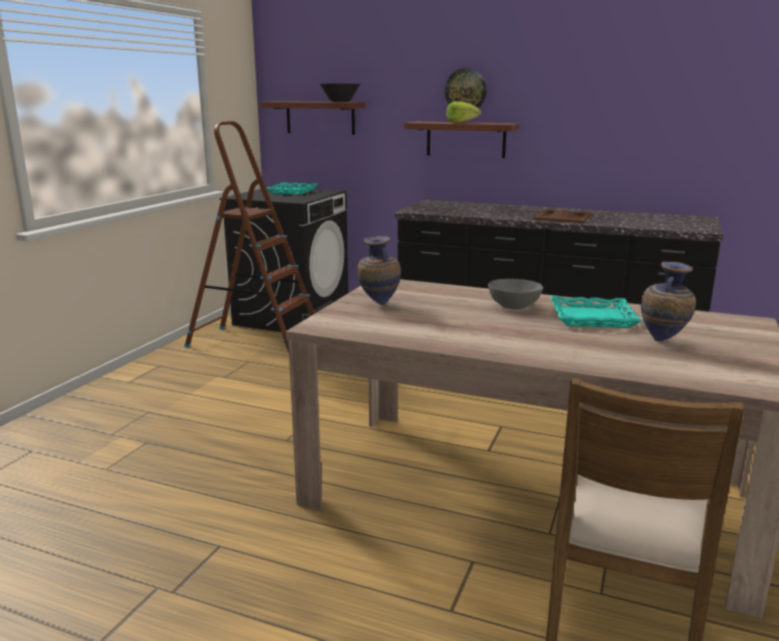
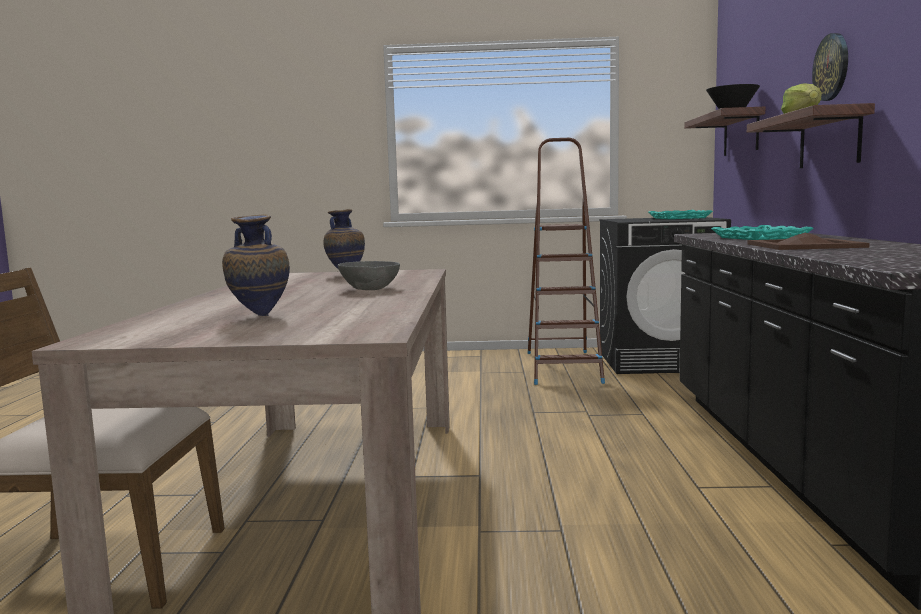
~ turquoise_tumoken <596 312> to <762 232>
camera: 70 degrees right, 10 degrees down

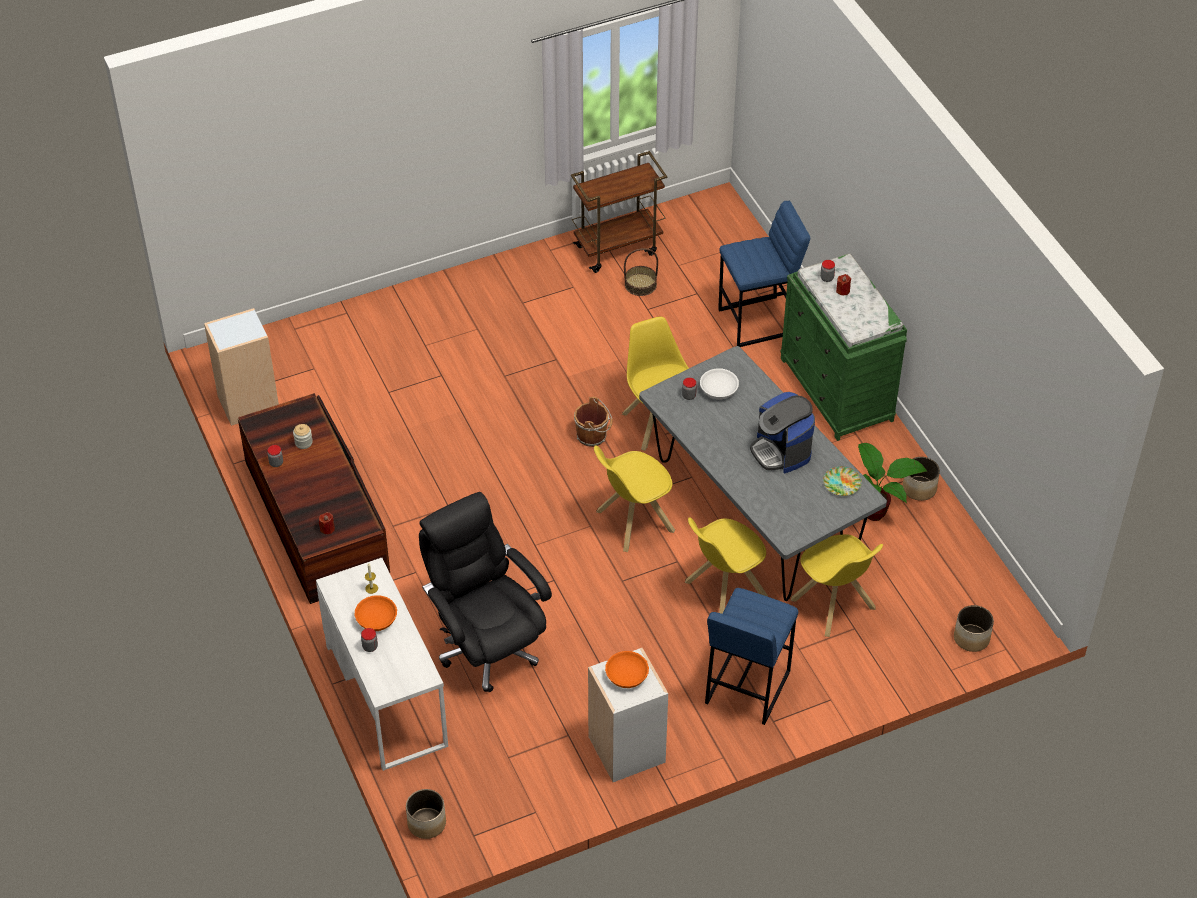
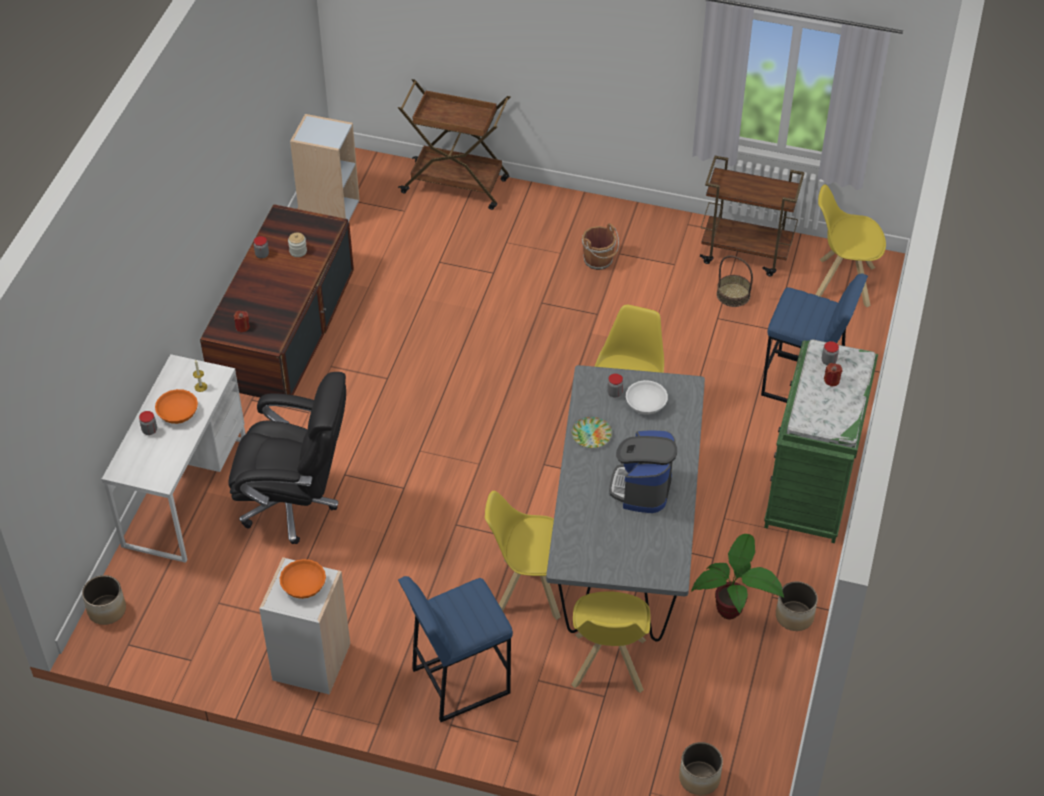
~ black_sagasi <485 592> = <287 458> 90 degrees clockwise
~ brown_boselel <593 422> to <600 246>
~ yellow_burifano <634 499> to <850 246>
~ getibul <842 481> to <592 432>
+ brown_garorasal <454 144>
camera: 40 degrees right, 0 degrees up

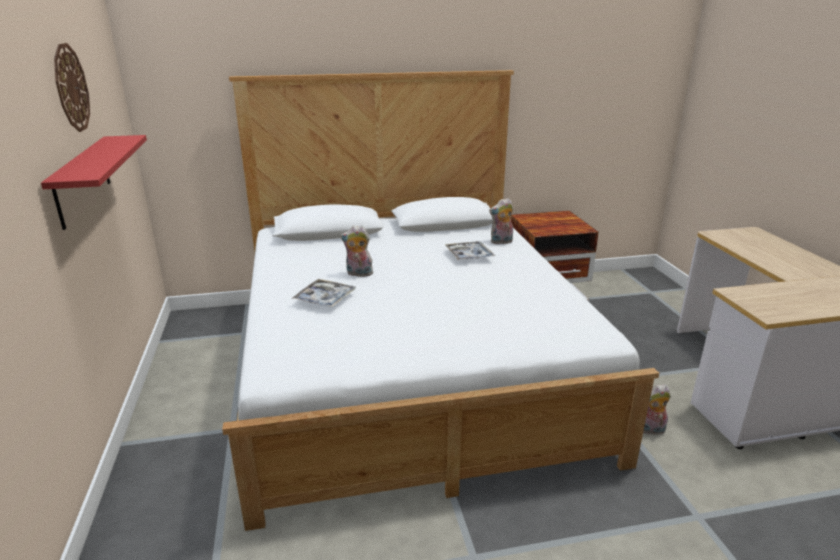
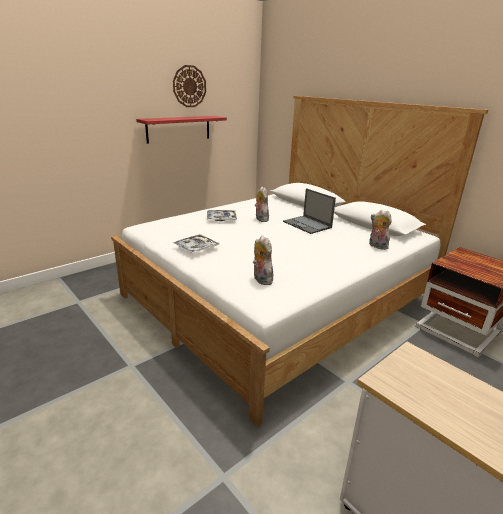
~ tumoken <469 250> to <196 244>
~ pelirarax <657 409> to <263 260>
+ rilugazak <309 211>
camera: 60 degrees right, 0 degrees up

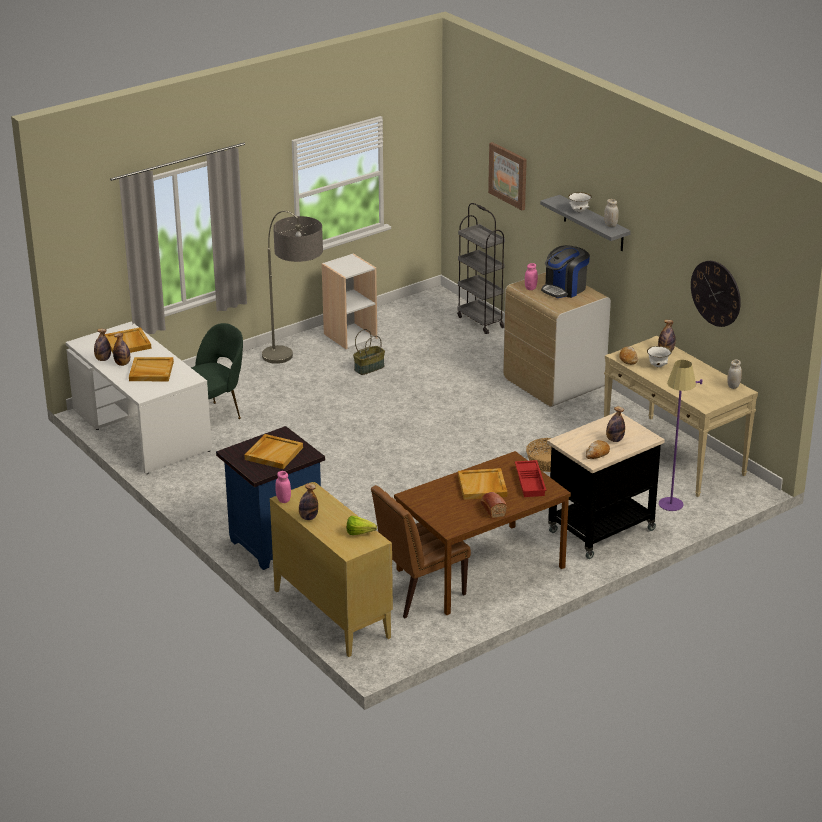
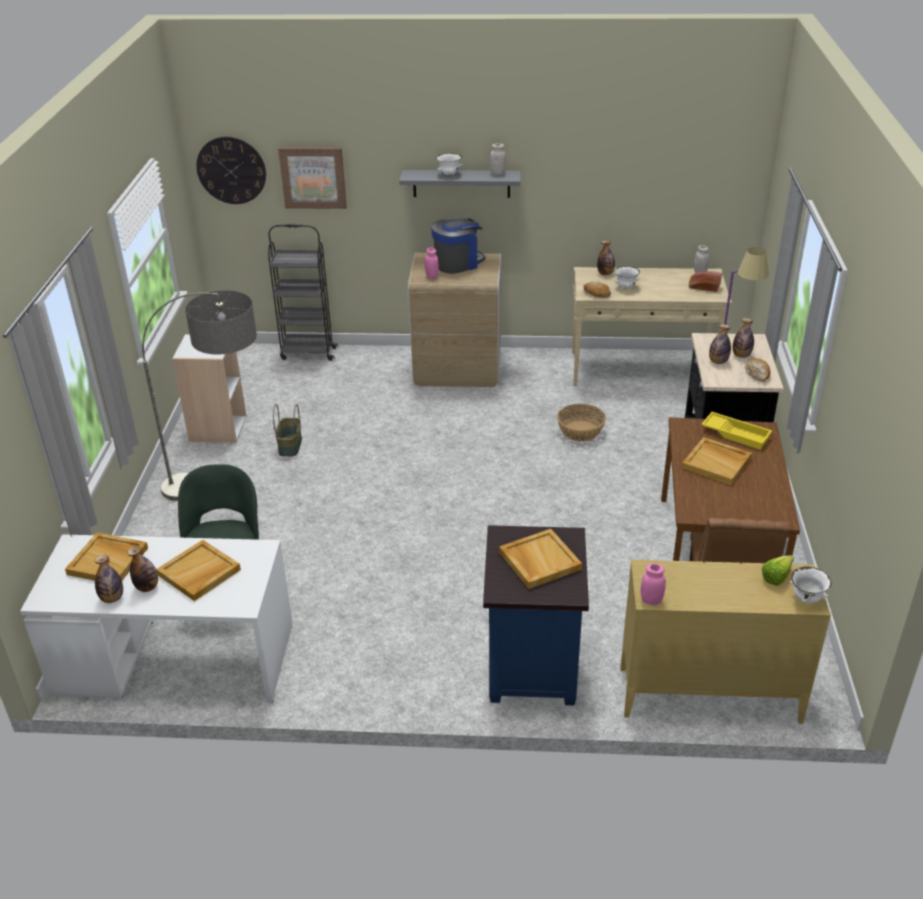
~ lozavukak <308 501> to <720 344>
~ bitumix <494 505> to <705 281>
~ red_tumoken <530 478> to yellow_tumoken <736 431>
~ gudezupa <565 271> = <458 246> 120 degrees counterclockwise
~ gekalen <716 294> to <231 170>
+ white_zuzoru <811 584>
camera: 50 degrees left, 5 degrees up

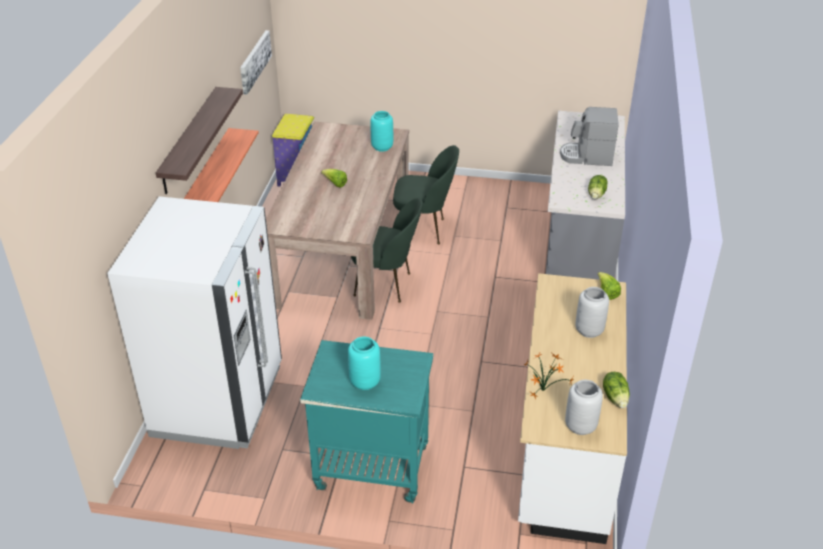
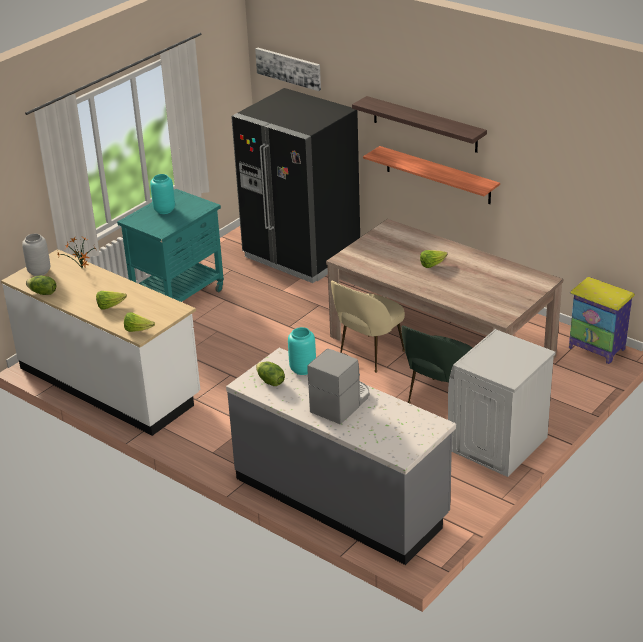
~ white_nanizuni <194 322> to black_nanizuni <295 185>
~ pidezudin <256 62> to <288 69>
~ green_burifano <387 250> to beige_burifano <368 326>
~ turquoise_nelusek <381 131> to <302 351>
~ grey_nelusek <592 312> to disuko <111 300>
+ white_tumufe <501 403>
camera: 120 degrees right, 5 degrees down

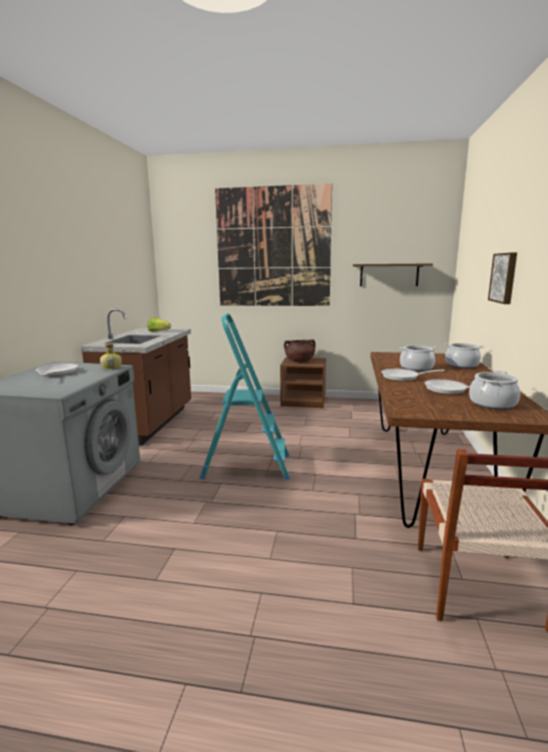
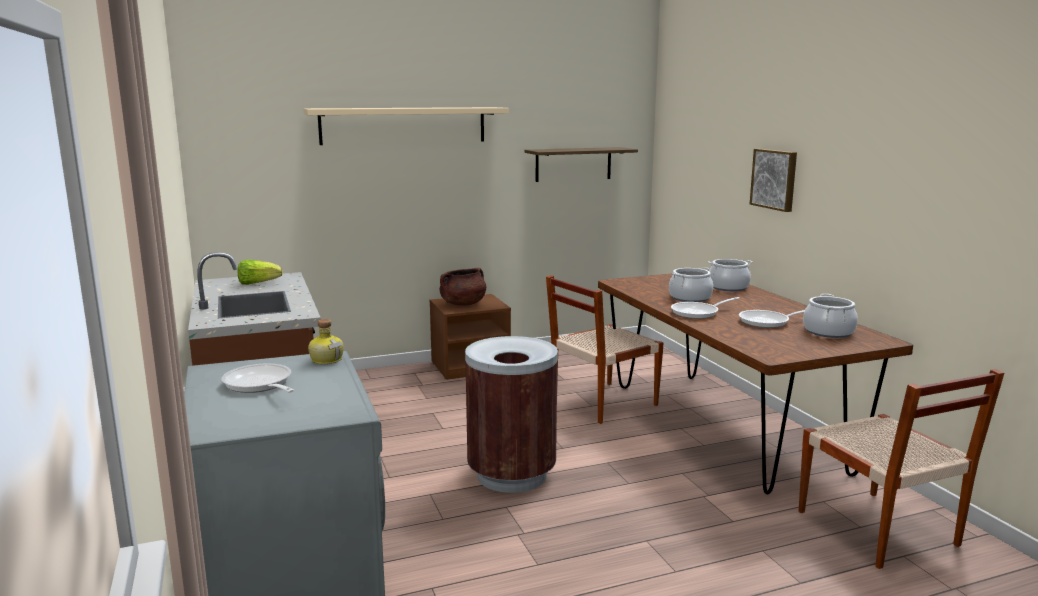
~ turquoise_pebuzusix <244 396> to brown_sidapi <511 414>
~ pidezudin <273 245> to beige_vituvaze <406 126>
+ burifano <604 349>
camera: 30 degrees left, 0 degrees up

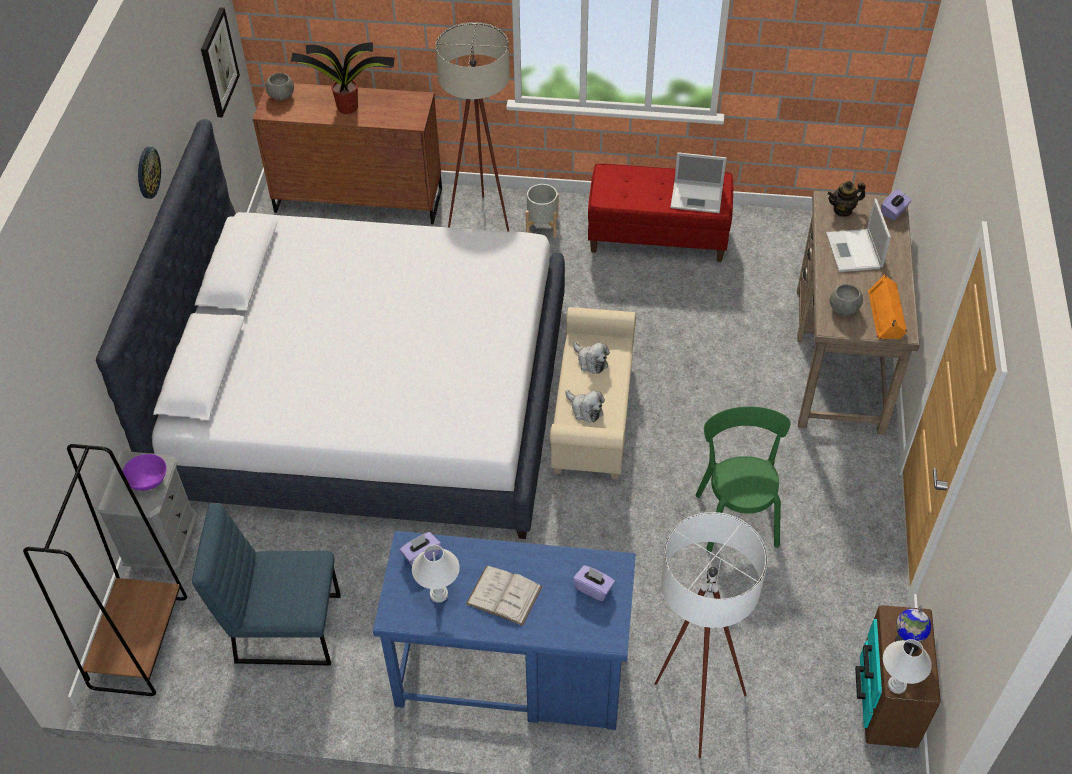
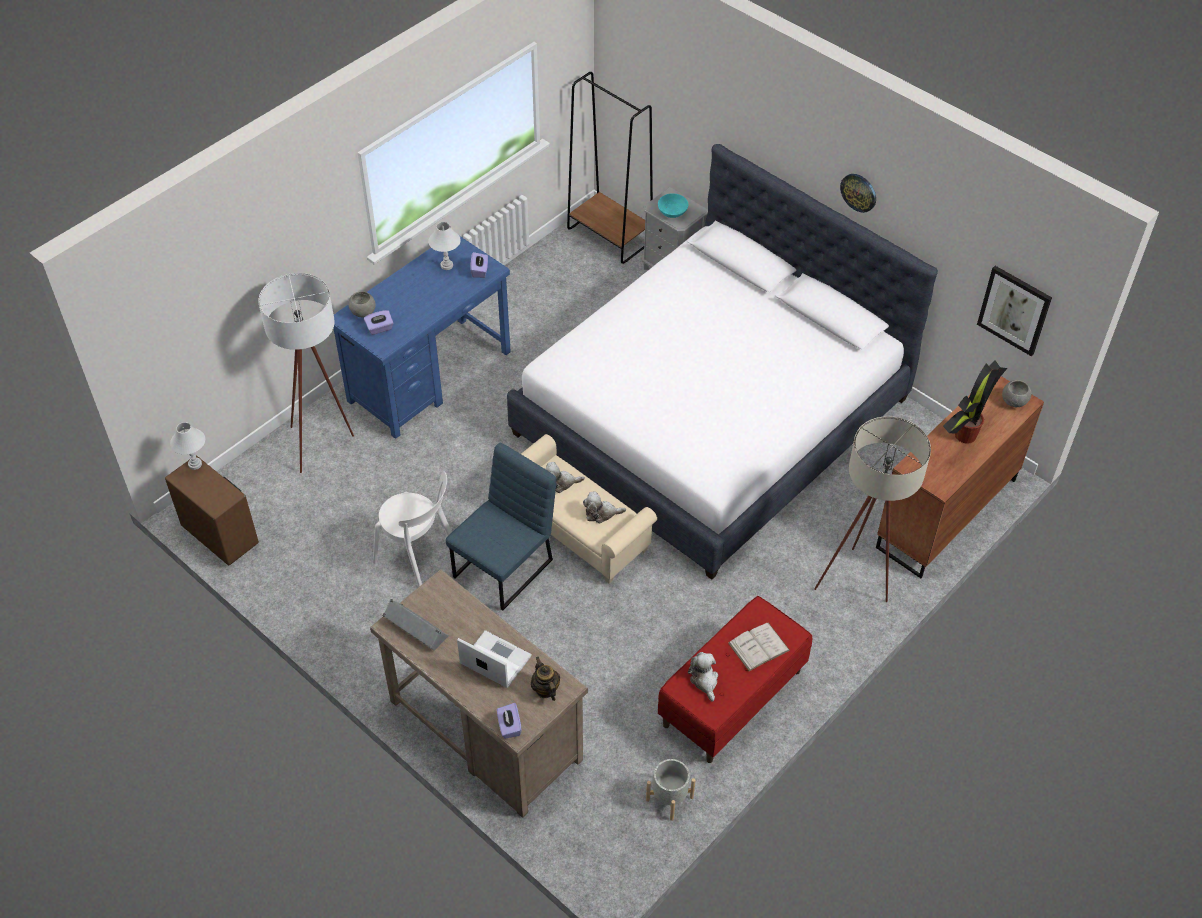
~ purple_zuzoru <144 472> to turquoise_zuzoru <673 206>
~ blue_burifano <266 584> to <501 526>
~ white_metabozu <504 596> to <759 646>
~ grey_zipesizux <542 211> to <671 790>
~ rilugazak <698 182> to pelirarax <703 677>
~ green_burifano <743 479> to white_burifano <412 529>
~ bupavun <847 199> = <545 679> 45 degrees counterclockwise
~ grey_zuzoru <846 299> to <362 304>
~ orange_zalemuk <887 306> to grey_zalemuk <416 625>
- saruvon <913 629>
camera: 125 degrees right, 0 degrees up

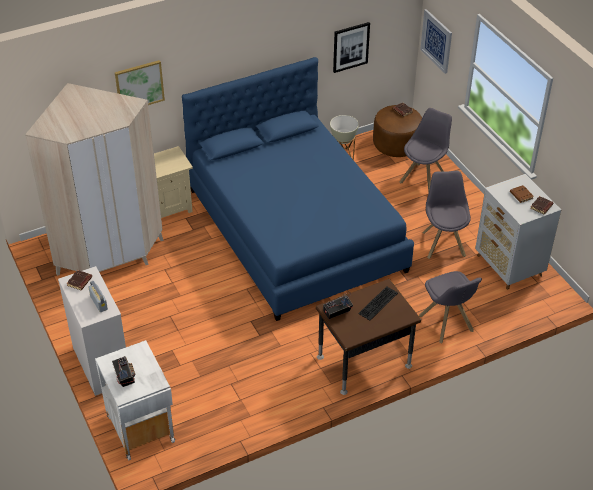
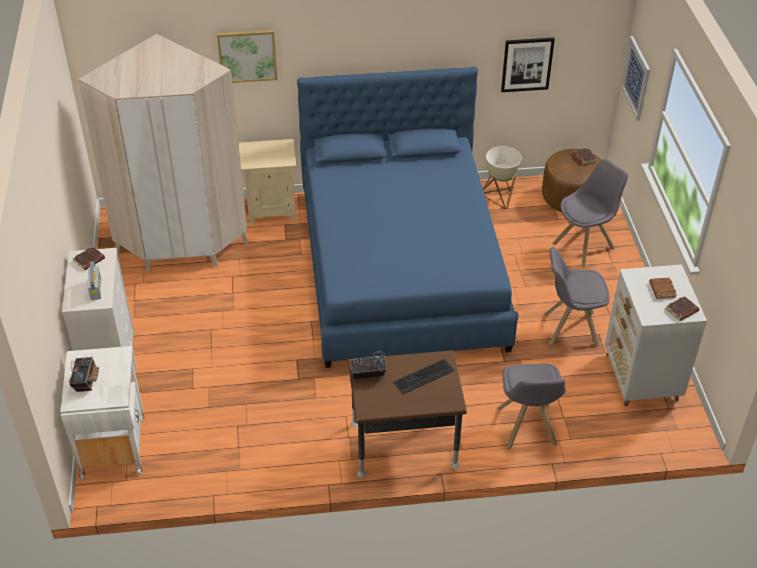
~ grey_burifano <446 215> = <577 297> 105 degrees counterclockwise
camera: 20 degrees right, 0 degrees up

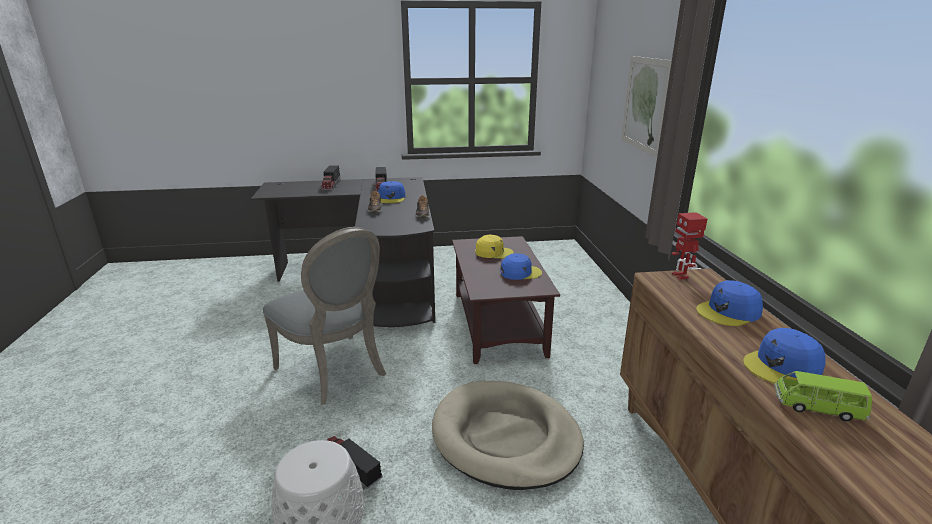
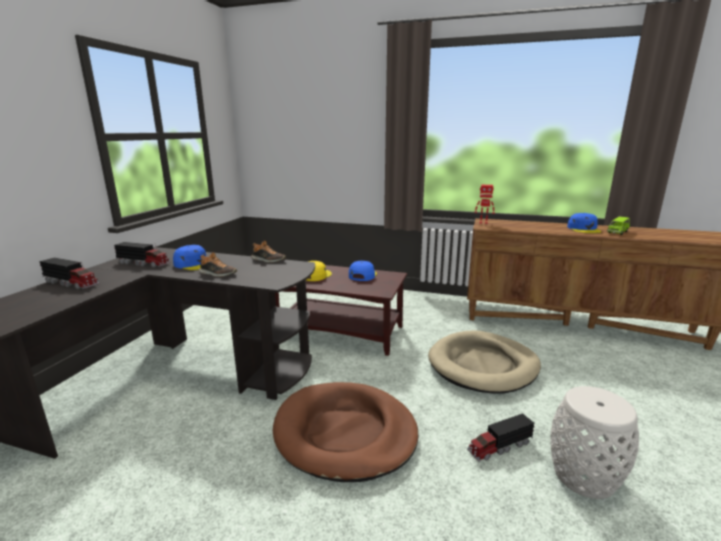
~ grey_burifano <324 316> to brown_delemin <345 432>
- pidezudin <646 107>
- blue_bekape <729 303>
camera: 65 degrees left, 5 degrees down

